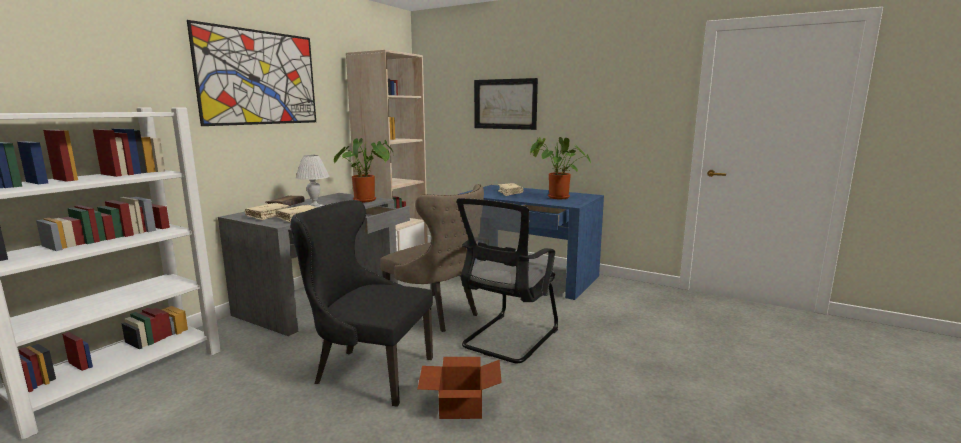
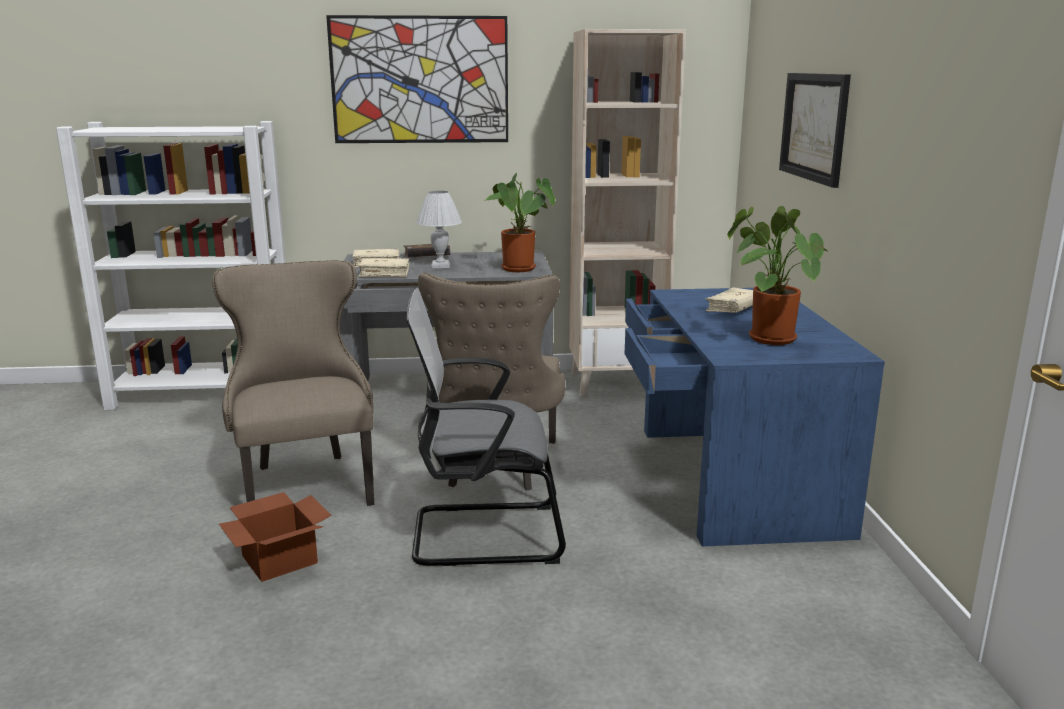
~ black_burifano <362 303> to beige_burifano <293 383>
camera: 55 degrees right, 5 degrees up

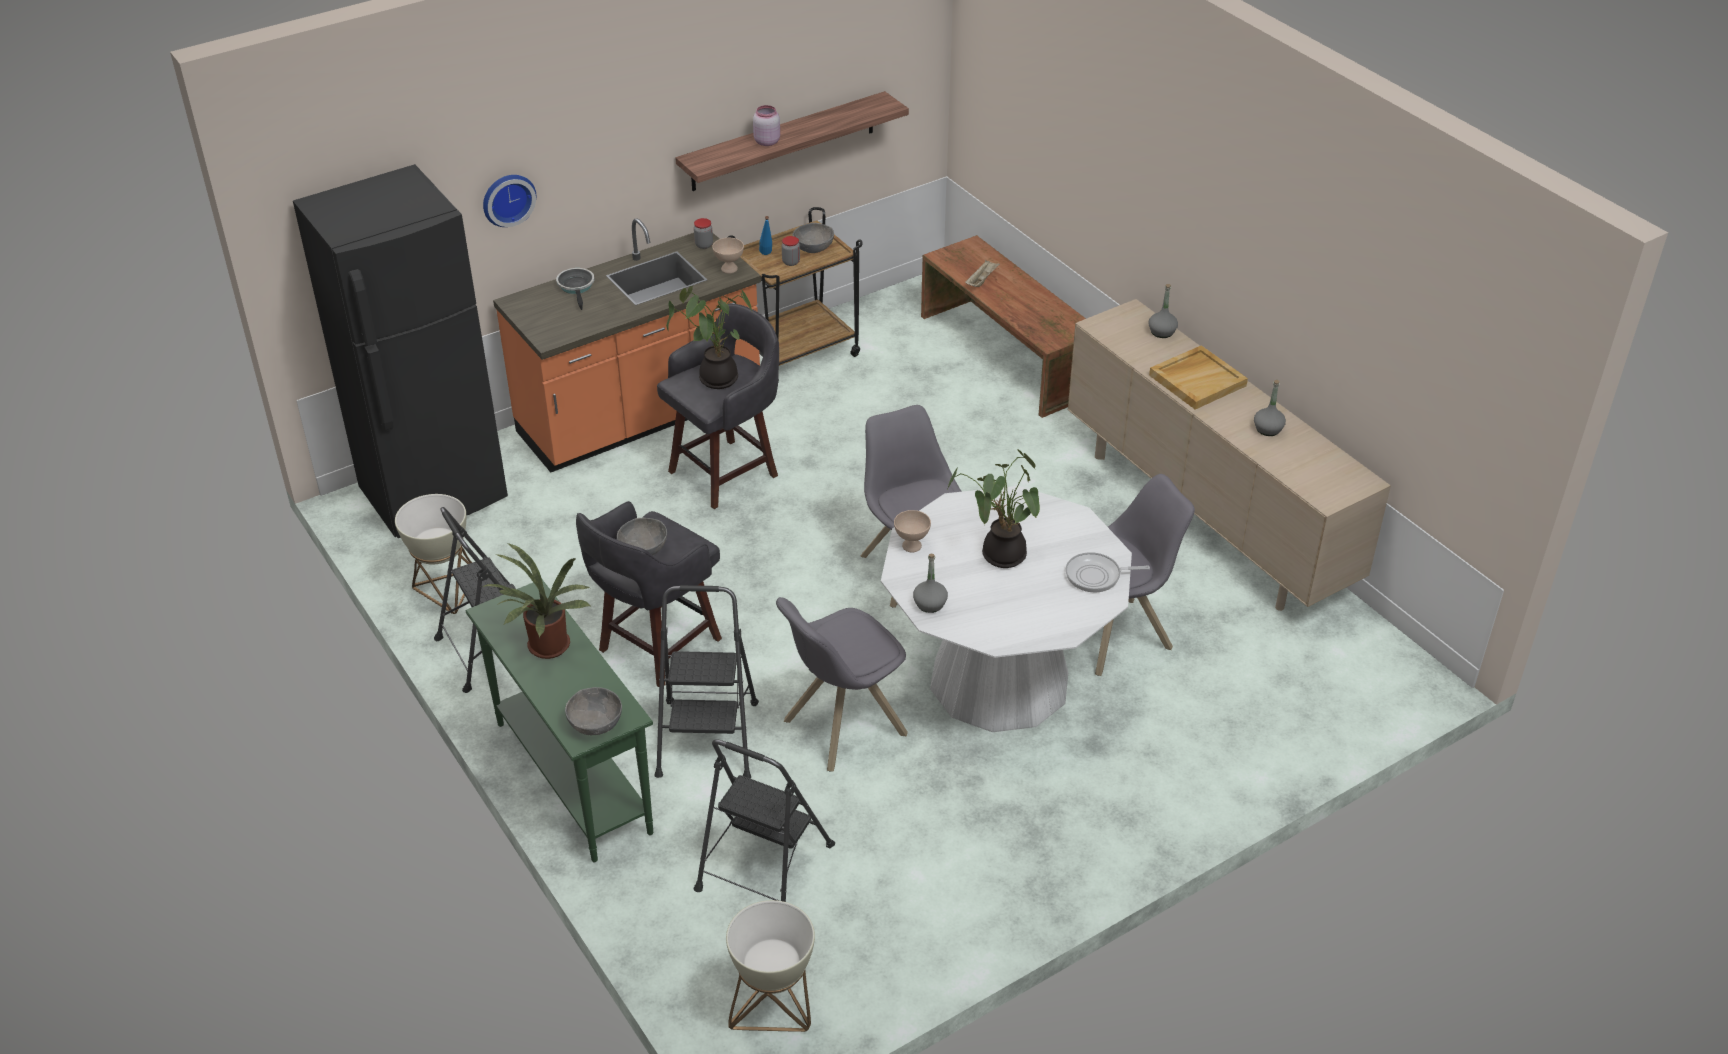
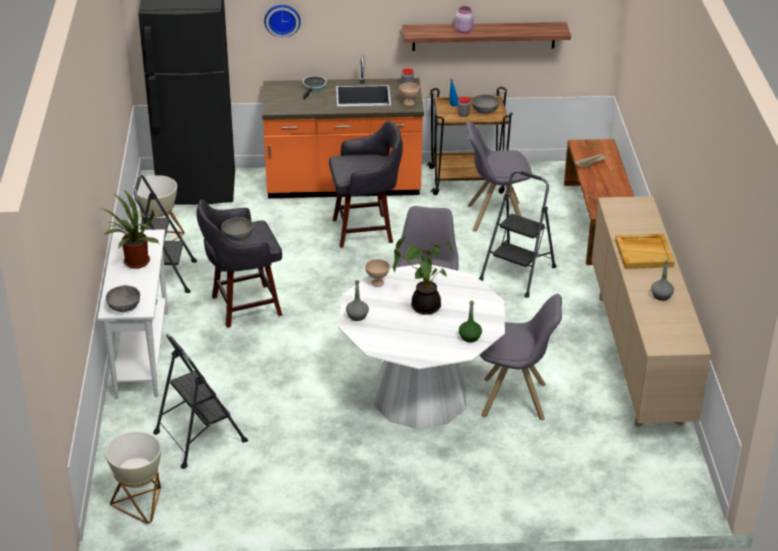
~ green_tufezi <559 721> to white_tufezi <133 313>
~ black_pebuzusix <706 682> to <518 234>
- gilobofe <709 337>
~ grey_burifano <842 684> to <499 176>
~ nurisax <1108 572> to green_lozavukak <470 321>
- grey_lozavukak <1163 311>
camera: 30 degrees right, 5 degrees down

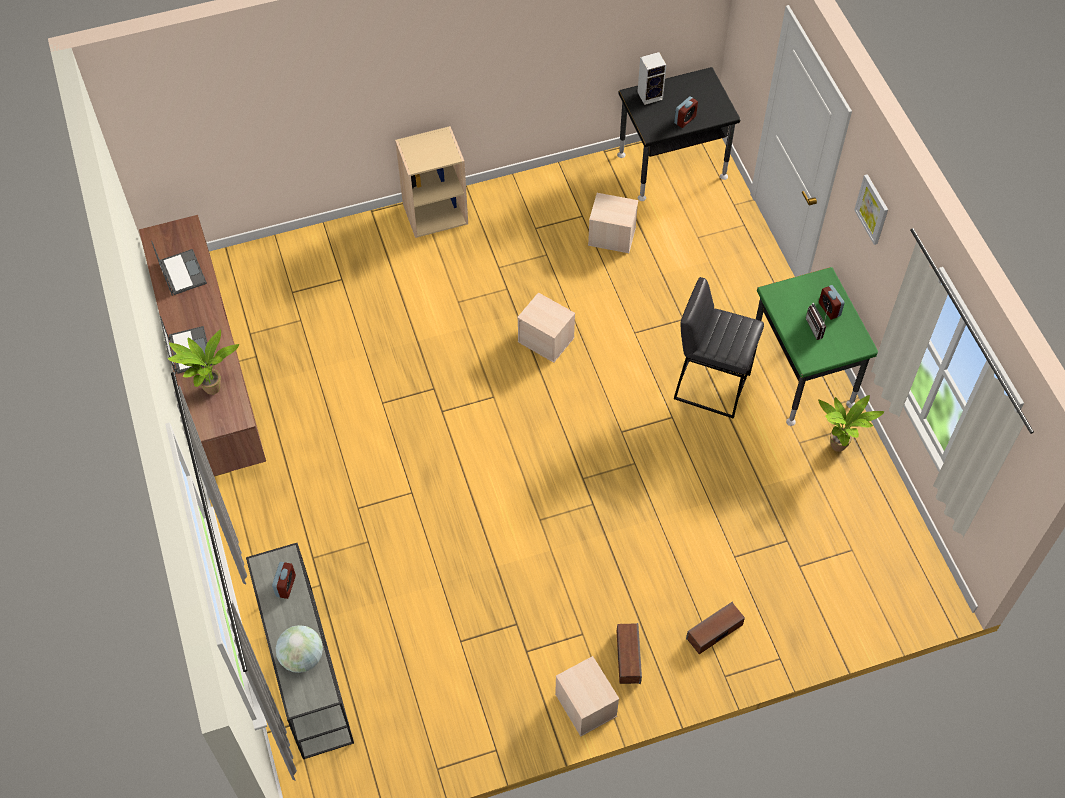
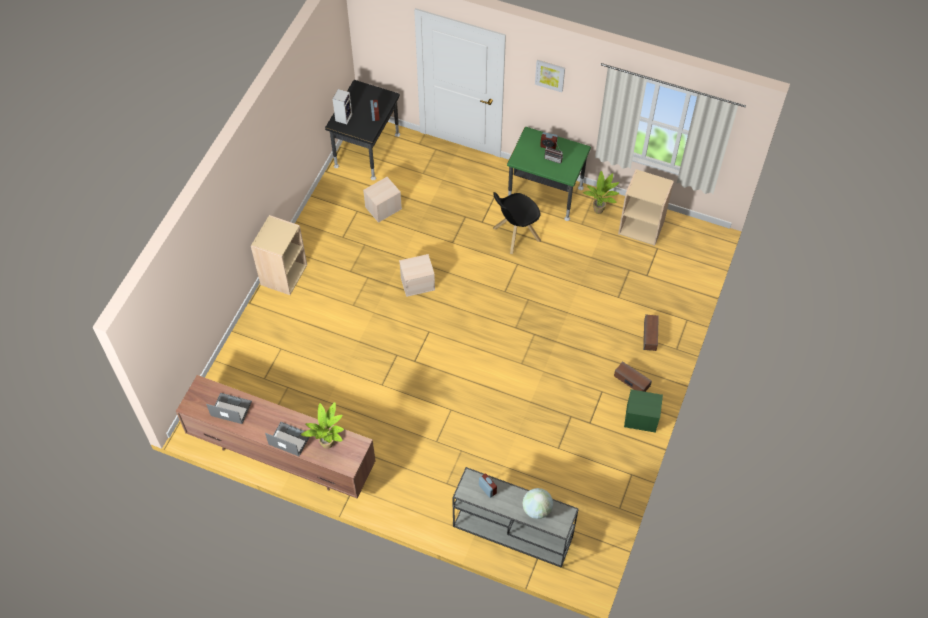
~ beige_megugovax <587 696> to green_megugovax <643 411>
~ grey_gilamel <719 348> to black_burifano <517 223>
+ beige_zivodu <646 207>
camera: 50 degrees left, 0 degrees up

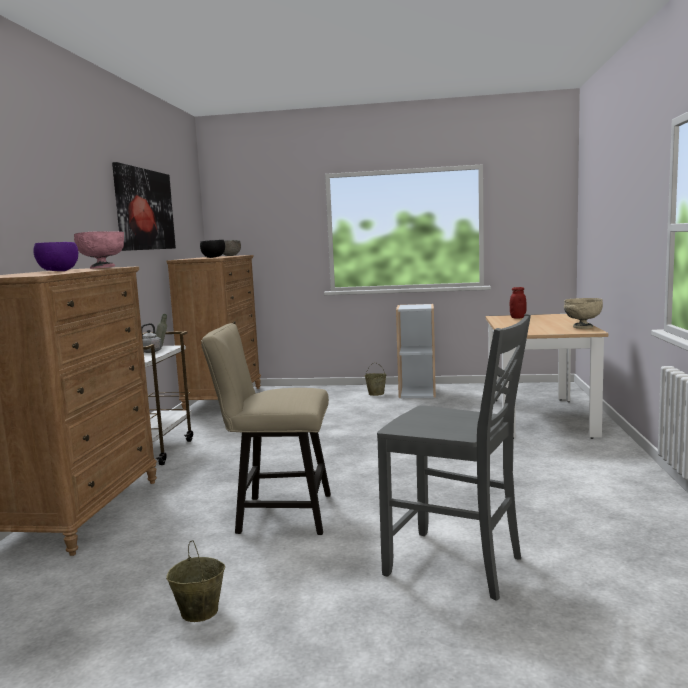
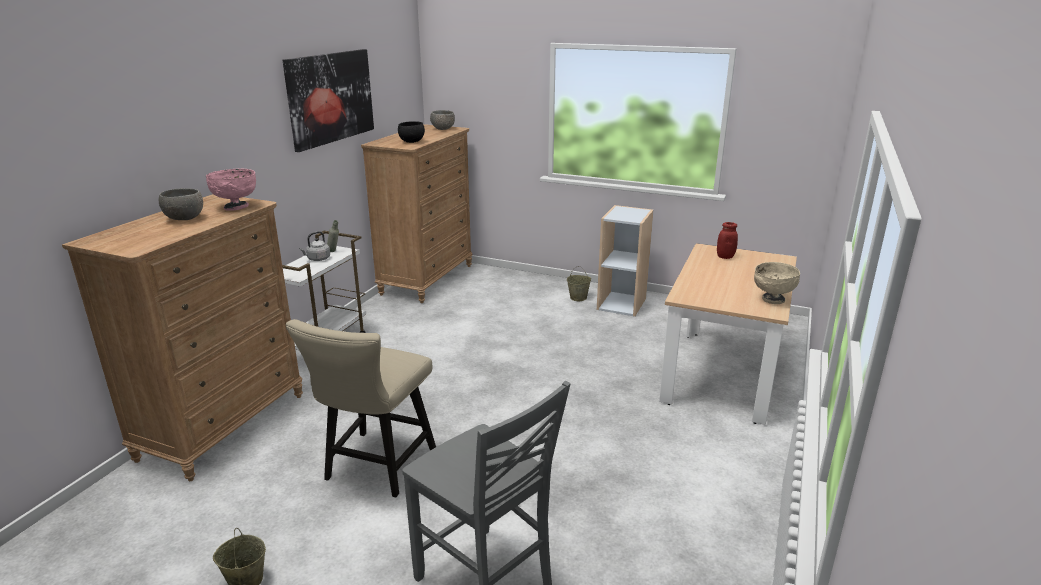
~ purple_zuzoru <56 256> to grey_zuzoru <181 204>
~ beige_burifano <266 429> = <361 408> 90 degrees counterclockwise
camera: 15 degrees right, 15 degrees up

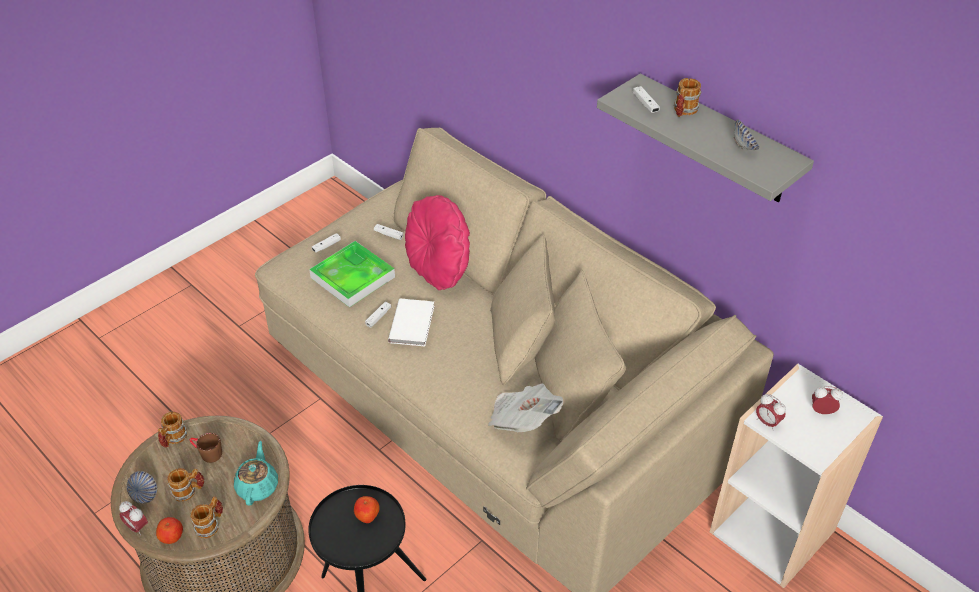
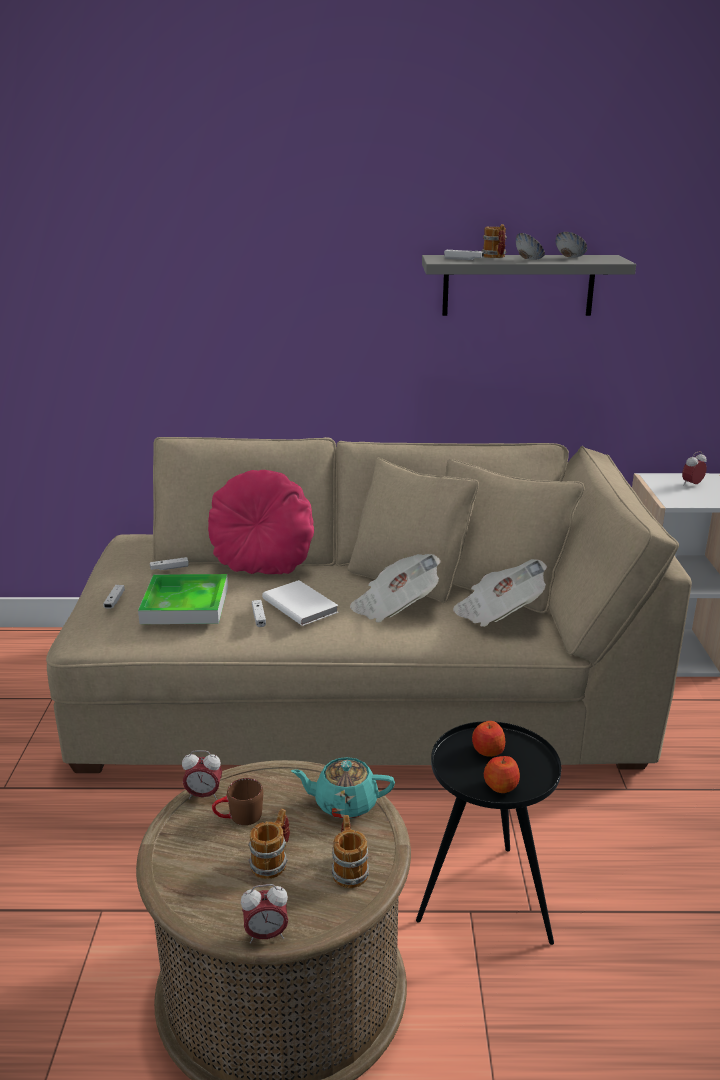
~ zuzoru <142 487> to <530 246>
~ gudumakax <169 530> to <502 774>
- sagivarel <173 429>
~ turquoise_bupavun <256 473> = <343 788> 45 degrees counterclockwise
~ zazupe <771 412> to <202 775>
+ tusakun <395 588>
camera: 45 degrees left, 20 degrees down

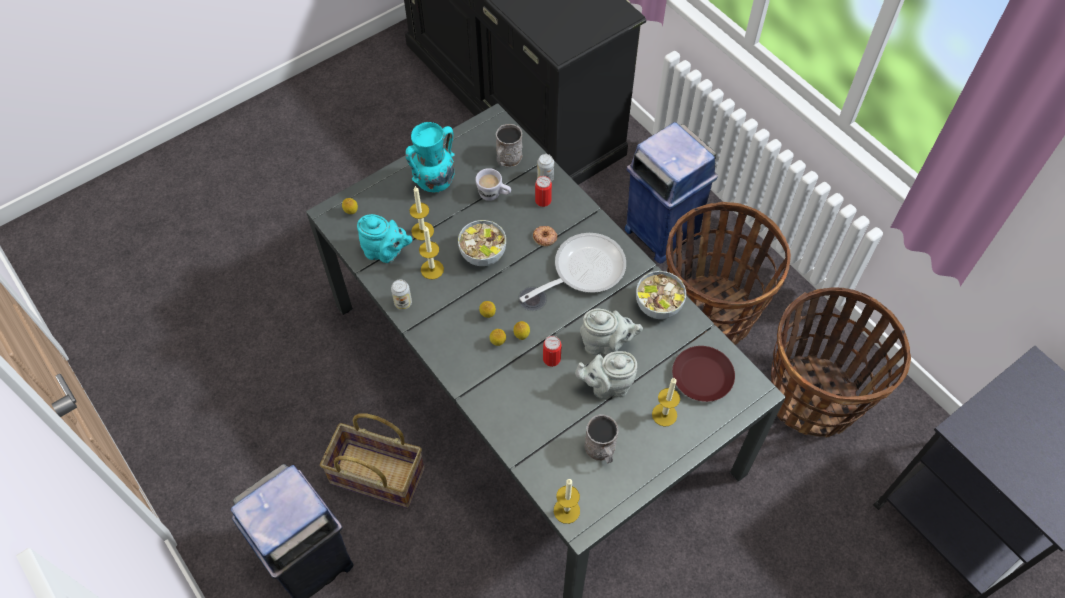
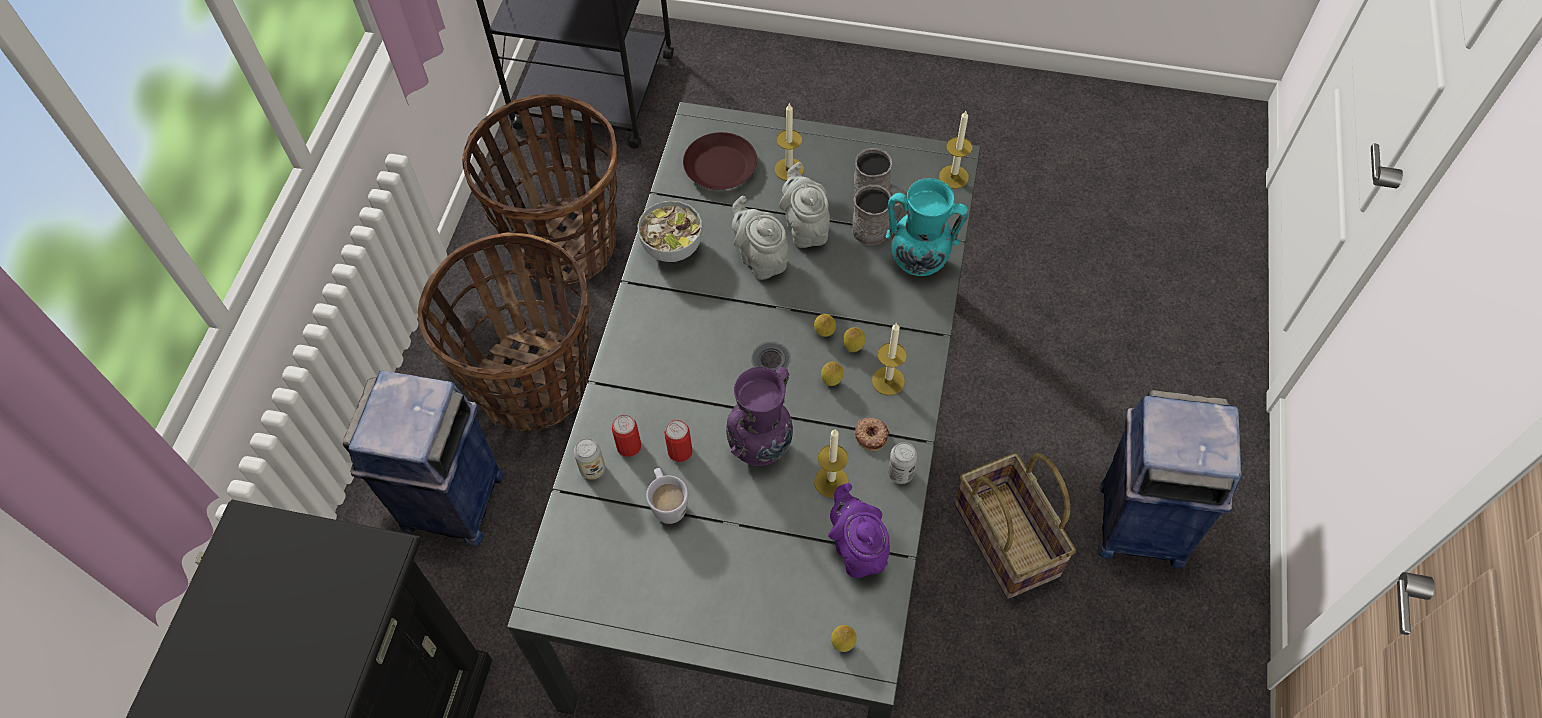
~ turquoise_bupavun <384 238> to purple_bupavun <859 530>
~ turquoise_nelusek <430 157> to <927 227>
~ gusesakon <421 213> to <889 359>
~ zuzoru <482 243> to purple_nelusek <759 416>
~ grey_sagivarel <509 145> to <877 215>
- nurisax <572 267>
~ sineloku <545 236> to <871 434>
~ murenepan <552 351> to <678 441>
~ grey_bupavun <606 375> = <804 205> 150 degrees counterclockwise
camera: 130 degrees left, 0 degrees up

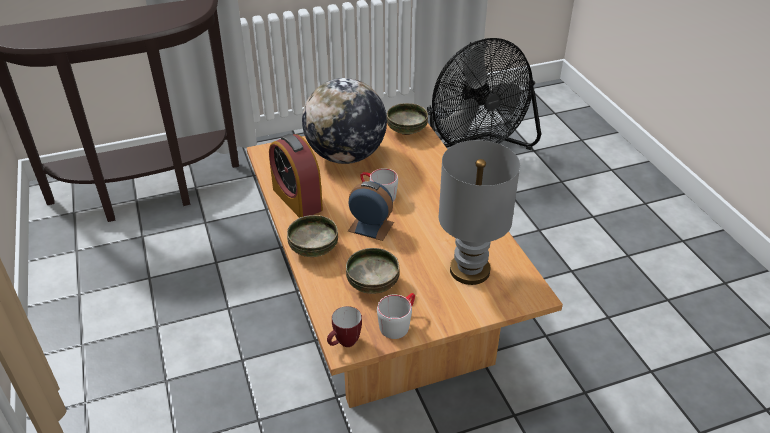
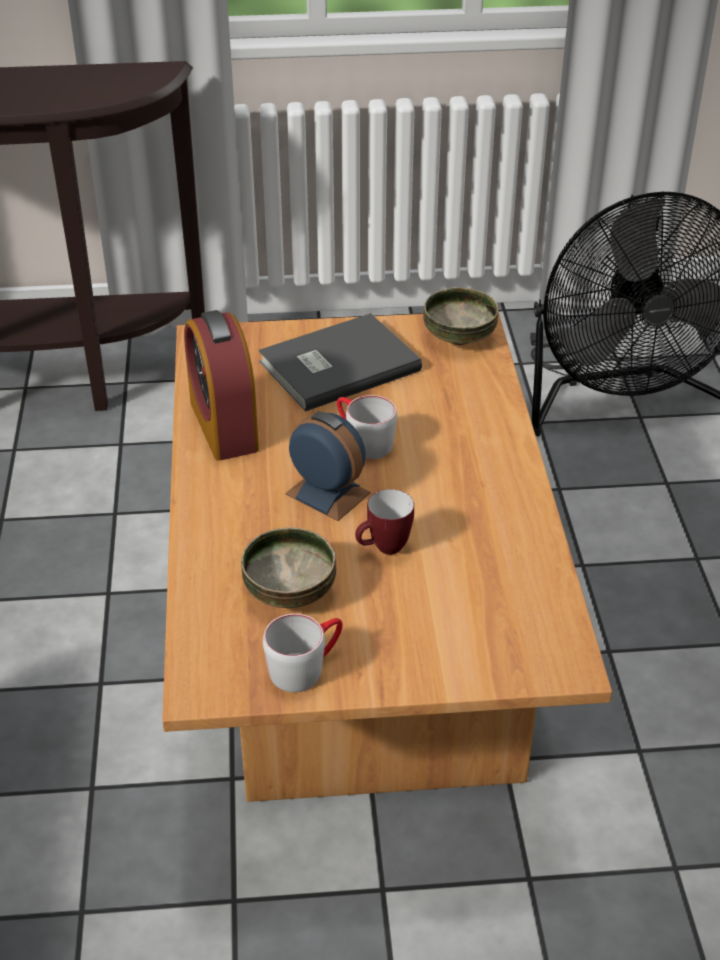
- zuzoru <312 236>
~ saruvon <344 121> to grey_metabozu <340 362>
~ sagivarel <344 326> to <384 522>
- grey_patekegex <479 212>
camera: 15 degrees right, 0 degrees up

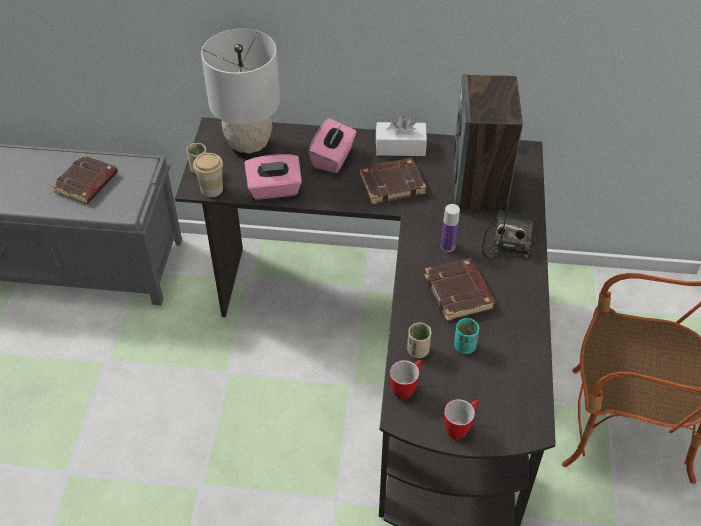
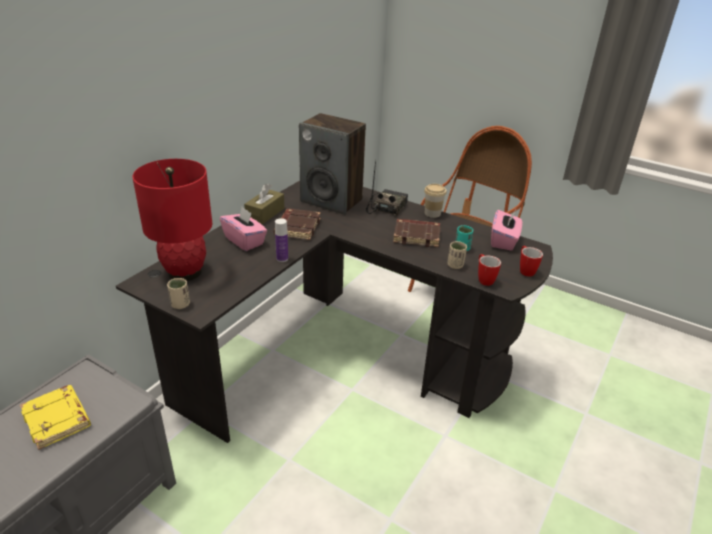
~ brown_metabozu <85 179> to yellow_metabozu <55 417>
~ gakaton <208 175> to <435 201>
~ white_patekegex <240 93> to red_patekegex <172 220>
~ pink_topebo <273 176> to <506 230>
~ white_topebo <401 136> to brown_topebo <264 203>
~ lozavukak <450 228> to <281 240>
~ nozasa <508 232> = <387 187> 75 degrees clockwise
camera: 65 degrees left, 15 degrees down

